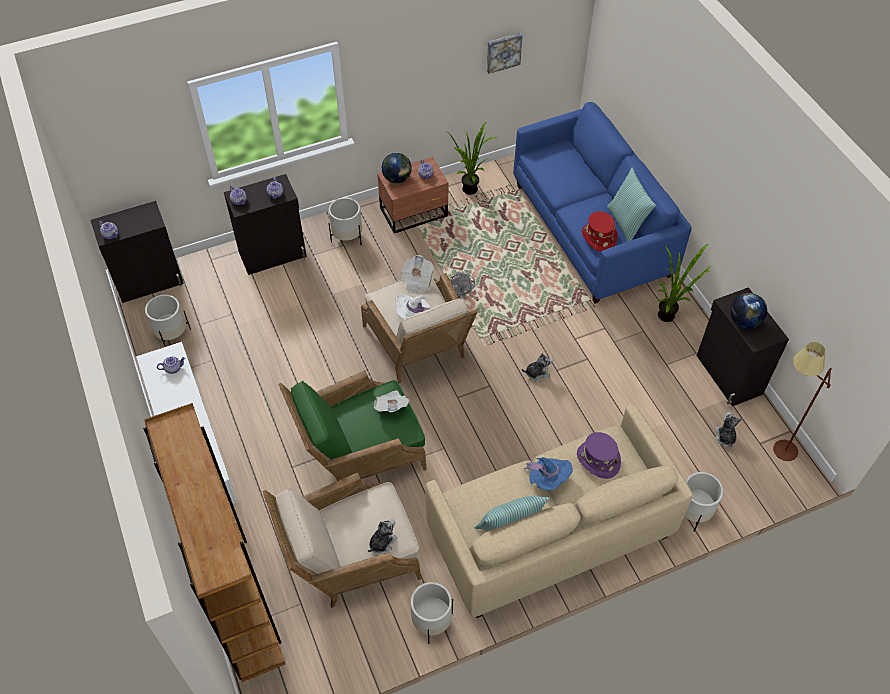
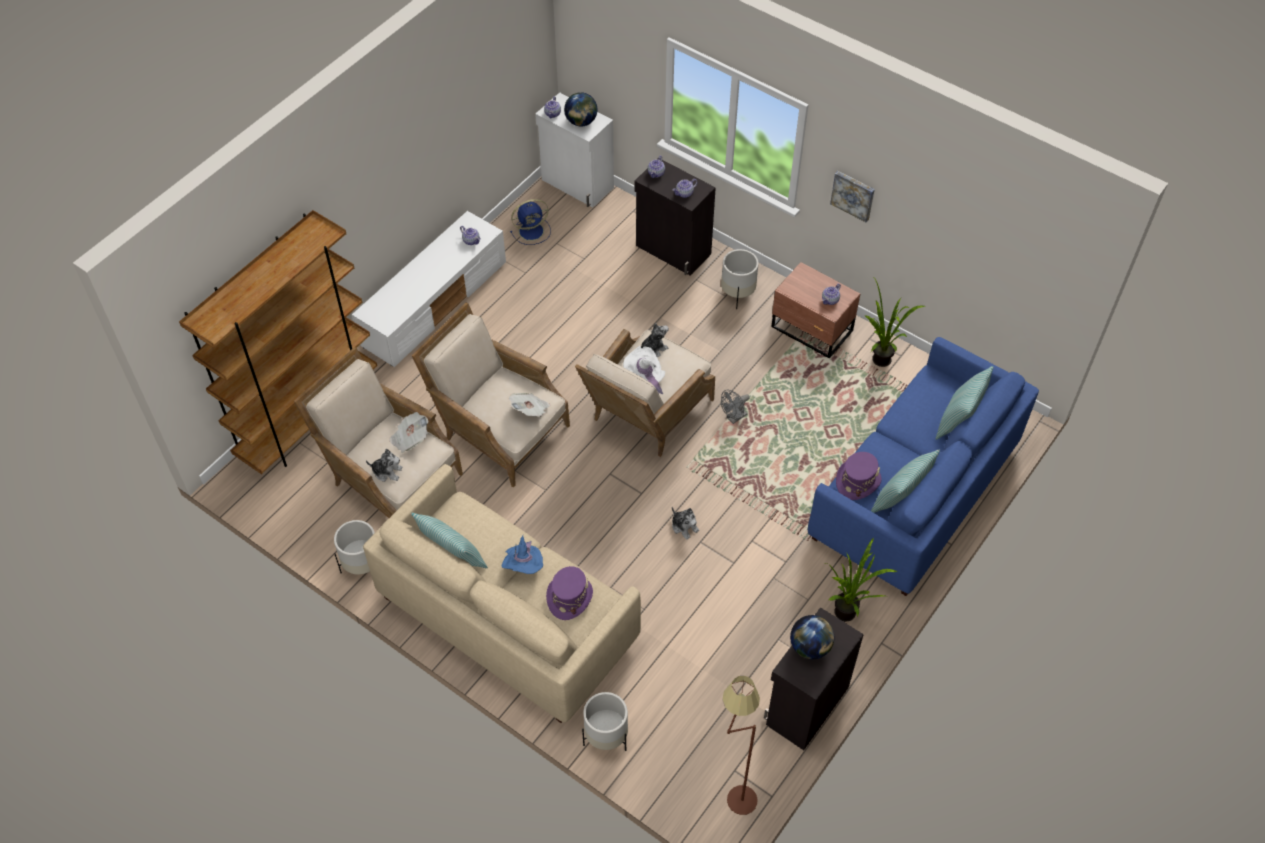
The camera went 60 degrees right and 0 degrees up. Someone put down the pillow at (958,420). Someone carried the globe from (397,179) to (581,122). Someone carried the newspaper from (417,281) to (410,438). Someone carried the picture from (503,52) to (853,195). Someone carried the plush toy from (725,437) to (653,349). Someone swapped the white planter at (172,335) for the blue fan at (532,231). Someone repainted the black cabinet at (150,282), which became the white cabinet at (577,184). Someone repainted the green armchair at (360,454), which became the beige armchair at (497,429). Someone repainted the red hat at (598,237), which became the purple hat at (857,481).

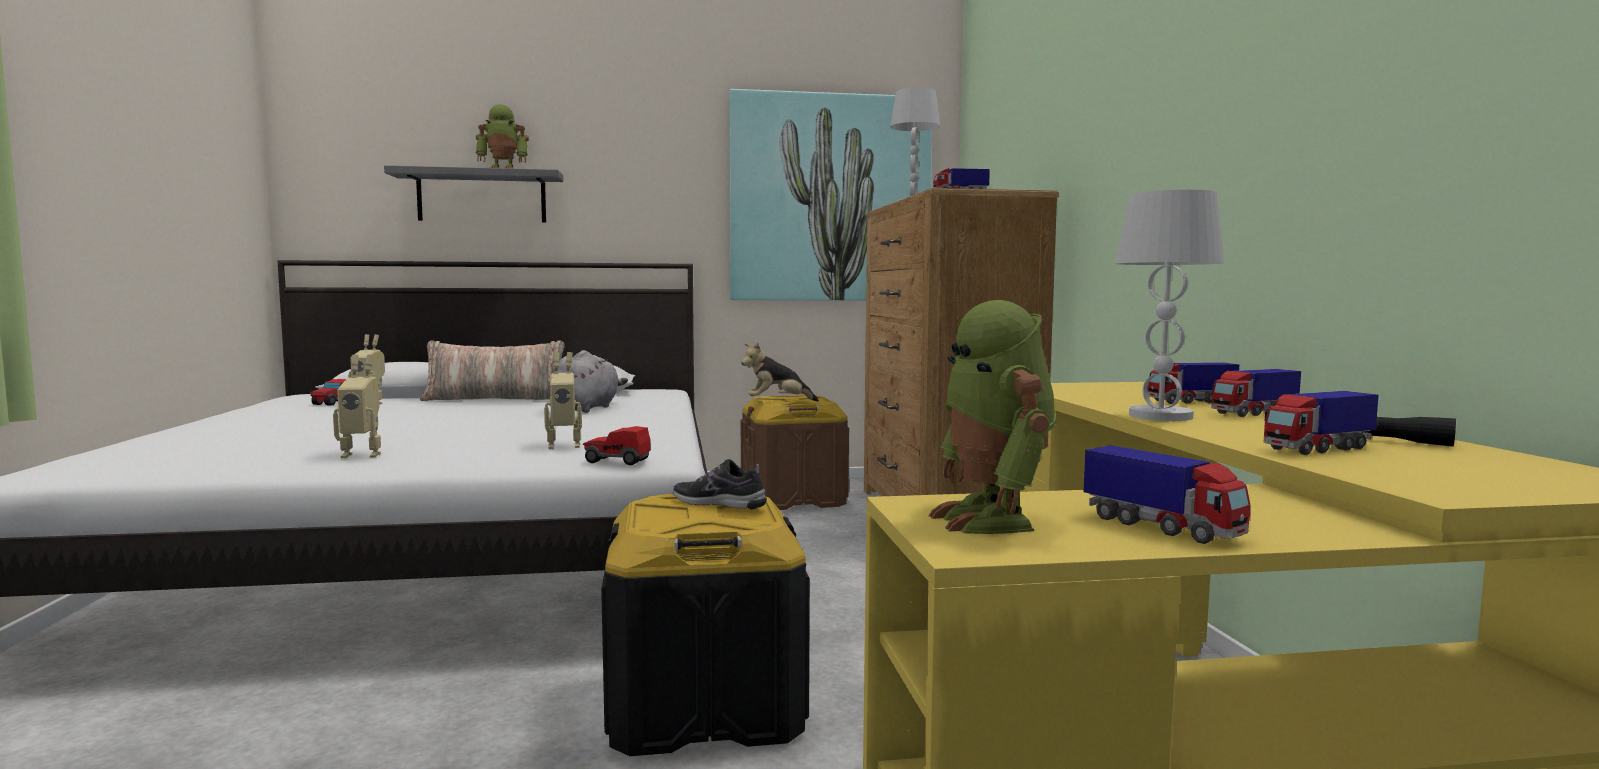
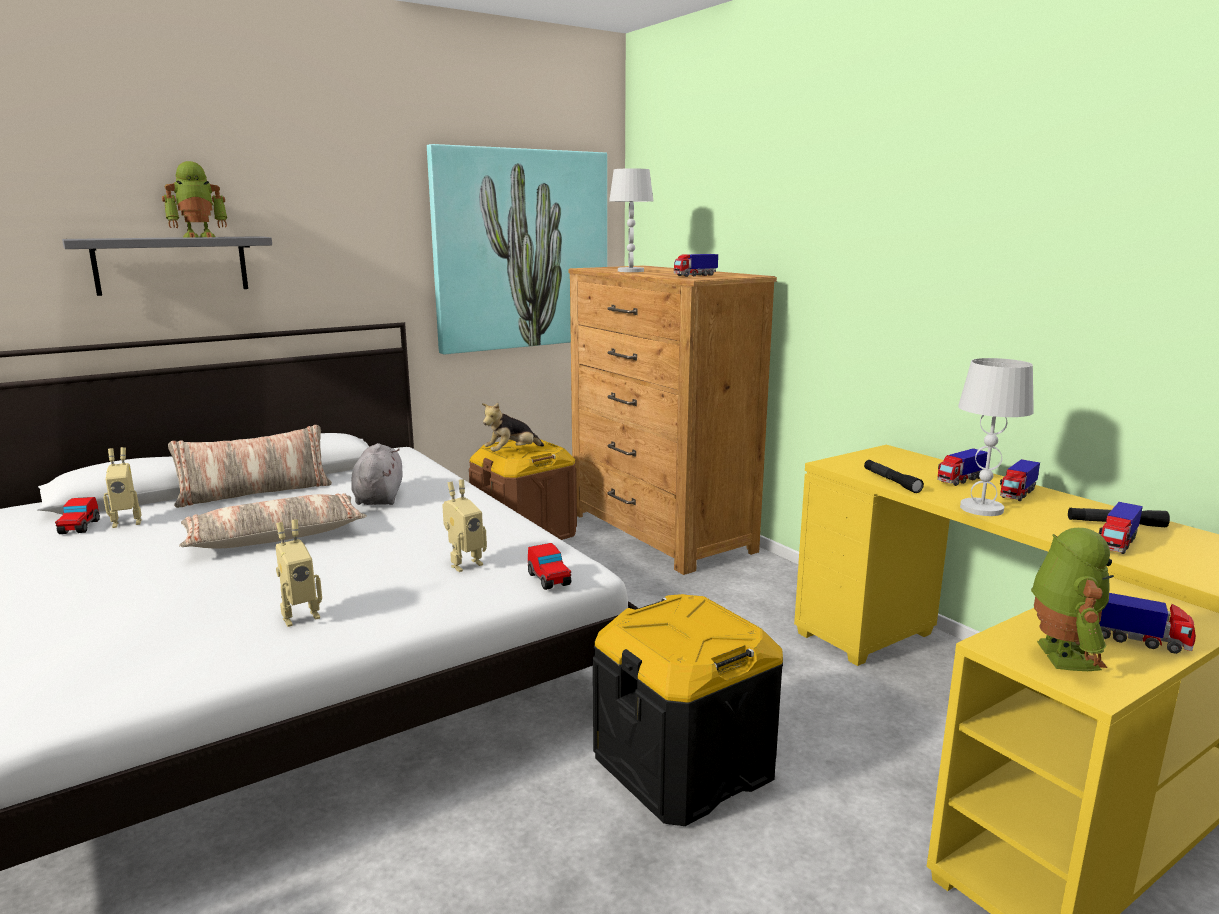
The camera went 25 degrees left and 10 degrees up. Someone took away the shoe at (719,504). Someone put down the pillow at (275,536). Someone put down the black flashlight at (891,481). Someone rotated the toy car at (617,461) by 105 degrees counterclockwise. Someone rotated the toy robot at (994,520) by 135 degrees counterclockwise.

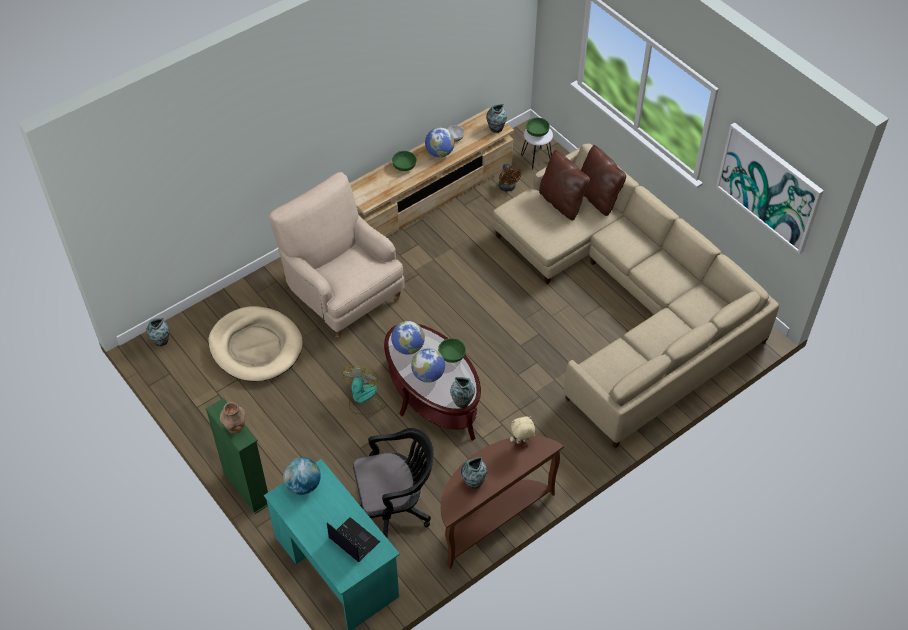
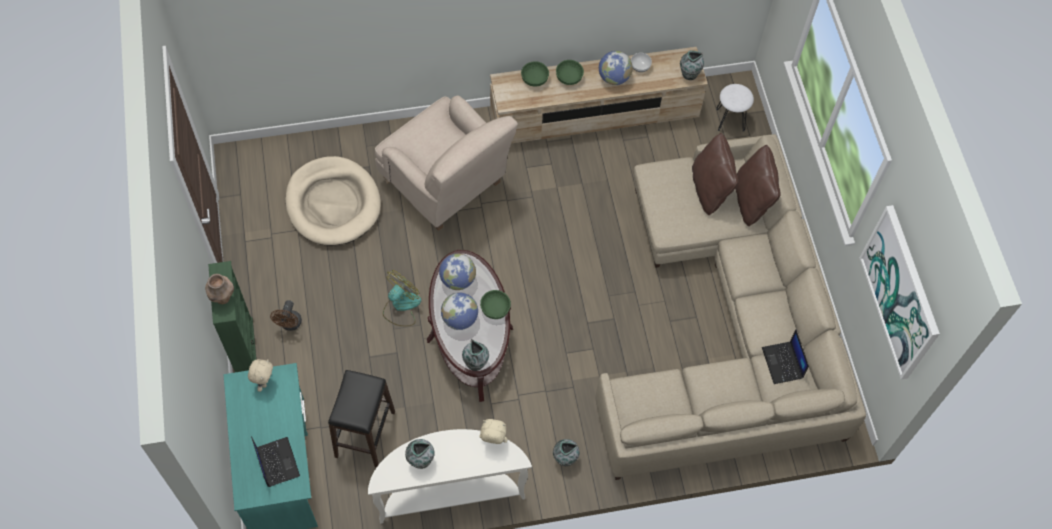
The camera went 25 degrees right and 10 degrees up. Someone put down the laptop at (783,363). Someone carried the vase from (160,341) to (564,459). Someone carried the brown fan from (508,187) to (290,325). Someone carried the green bowl from (537,132) to (535,78). Someone swapped the globe at (303,485) for the beige plush toy at (264,382). Someone swapped the black office chair at (394,508) for the black stool at (365,434). Someone repainted the brown console table at (491,518), which became the white console table at (450,492). Someone rotated the beige armchair at (343,294) by 150 degrees clockwise.

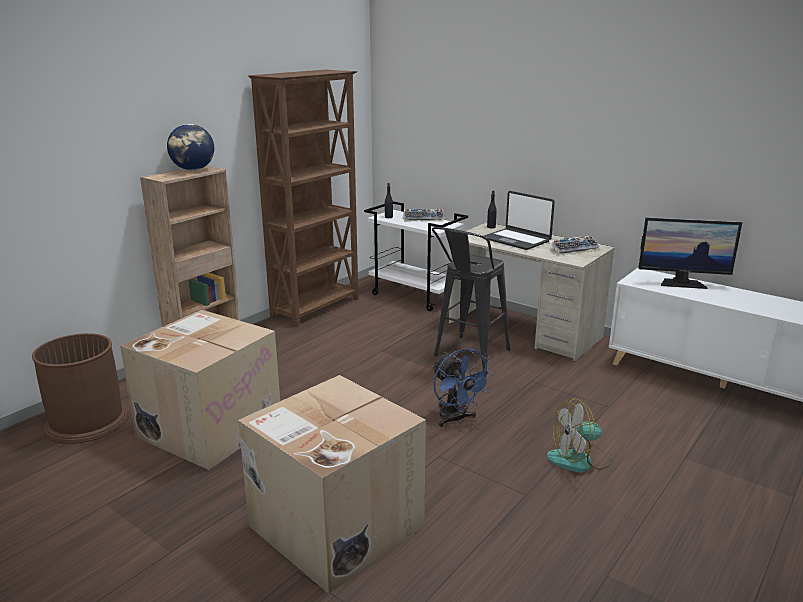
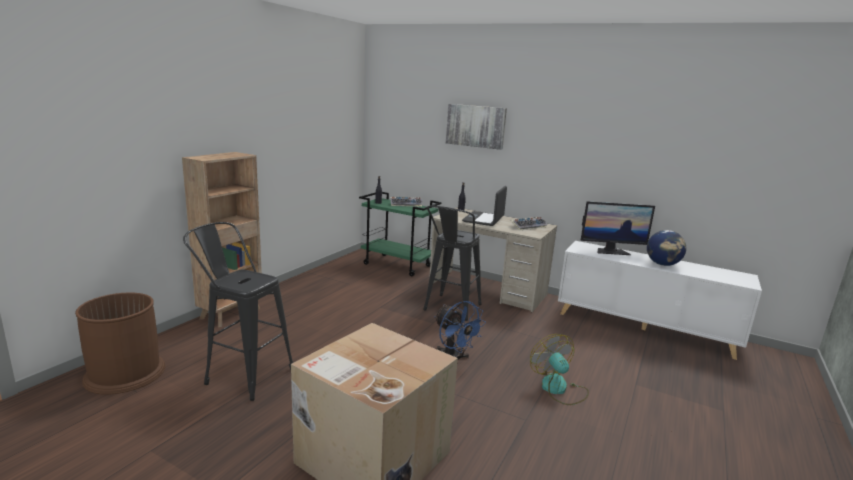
The camera went 10 degrees left and 5 degrees down. Someone took away the brown bookcase at (317,308). Someone put up the picture at (475,126). Someone carried the globe from (193,170) to (662,264). Someone swapped the cardboard box at (210,427) for the black stool at (243,374). Someone repainted the white cart at (415,296), which became the green cart at (398,265). Someone rotated the laptop at (517,240) by 75 degrees clockwise. Someone rotated the fan at (579,460) by 90 degrees clockwise.

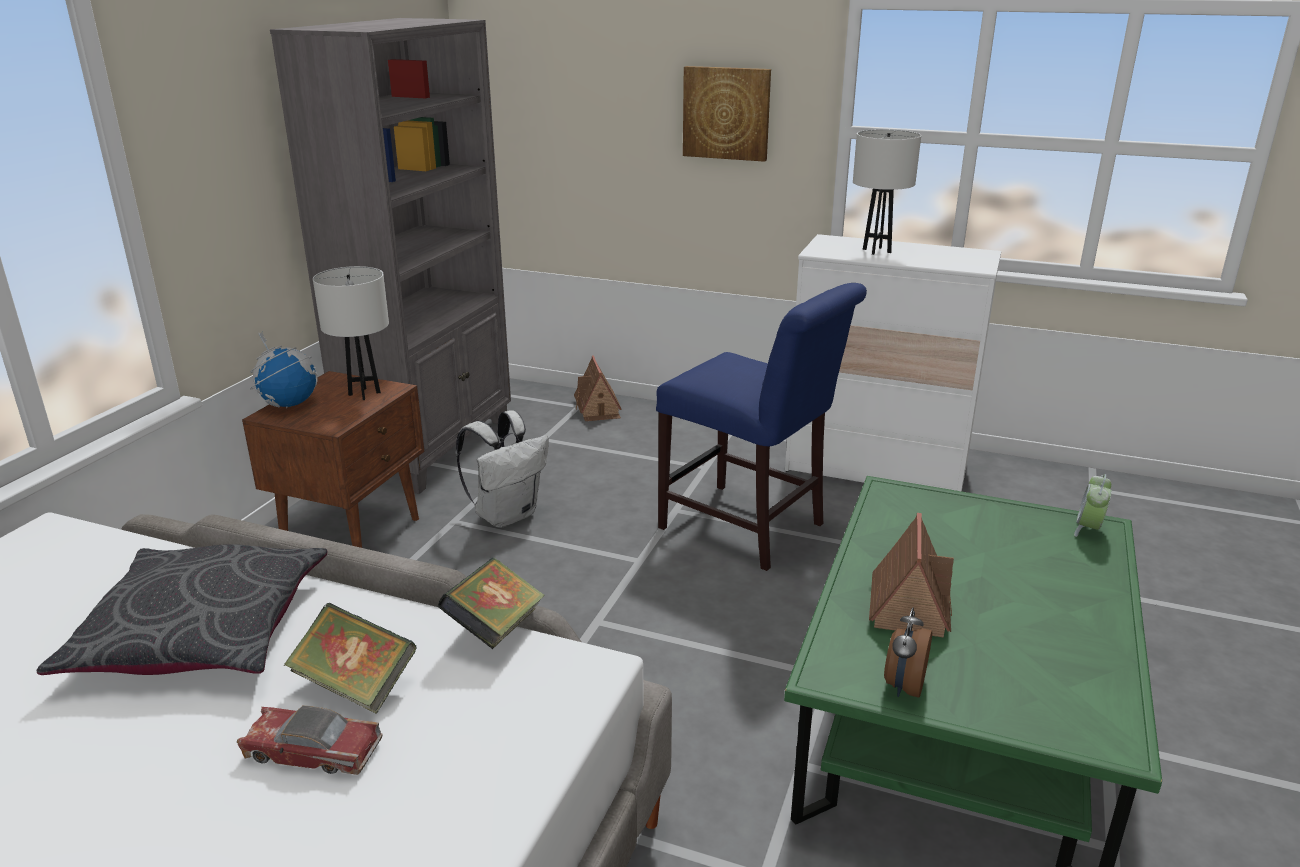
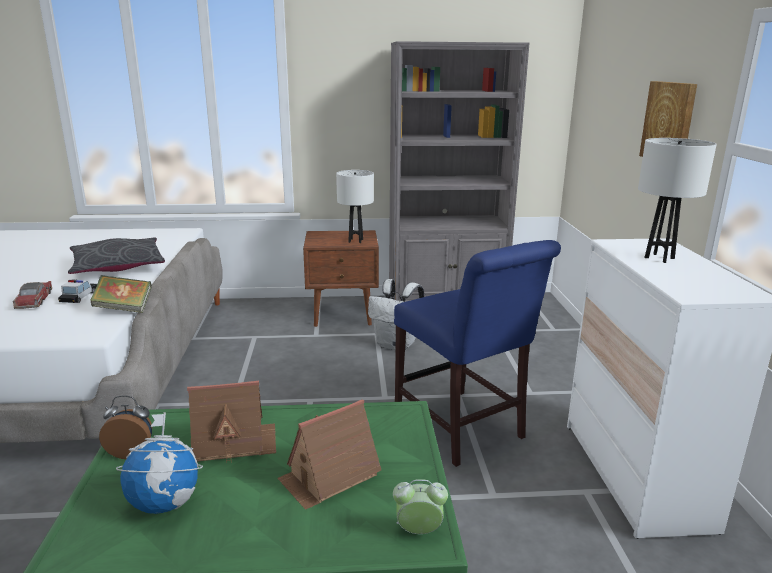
The camera went 65 degrees right and 5 degrees down. Someone carried the globe from (289,404) to (165,503). Someone carried the toy house from (598,408) to (329,476). Someone swapped the book at (355,685) for the toy car at (80,296). Someone rotated the blue chair at (749,529) by 45 degrees counterclockwise.

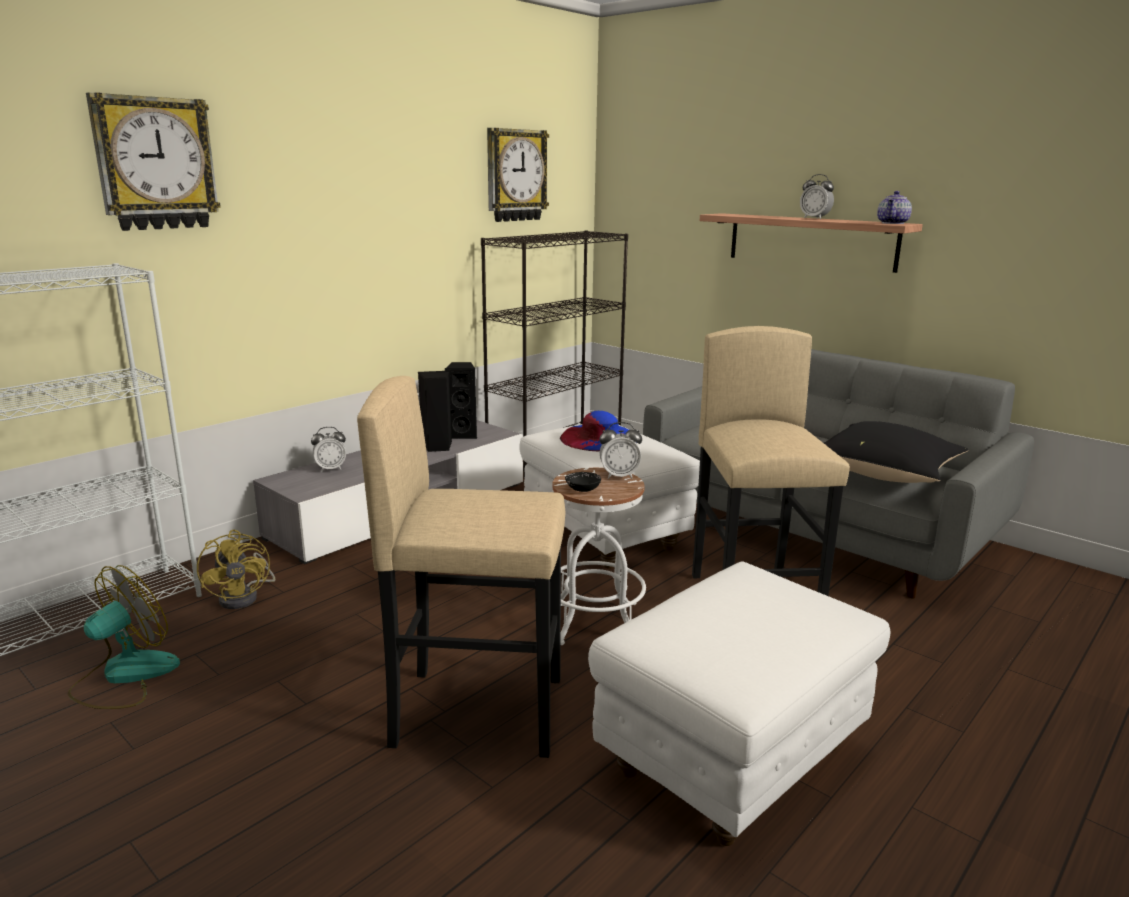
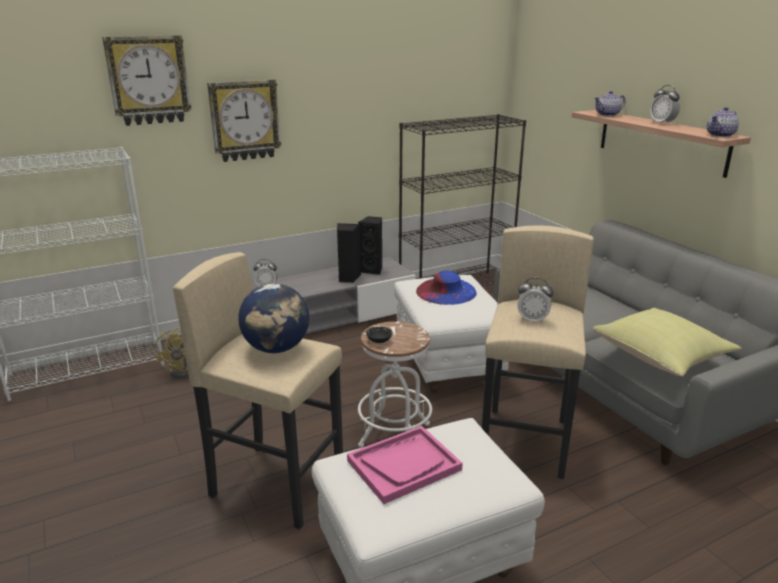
The camera went 20 degrees right and 5 degrees up. Someone took away the fan at (124,676). Someone put down the globe at (277,348). Someone put down the pink tray at (404,465). Someone put down the teapot at (608,115). Someone carried the wall clock from (515,175) to (244,120). Someone carried the alarm clock from (619,476) to (532,320). Someone repainted the black pillow at (886,474), which became the yellow pillow at (662,358).

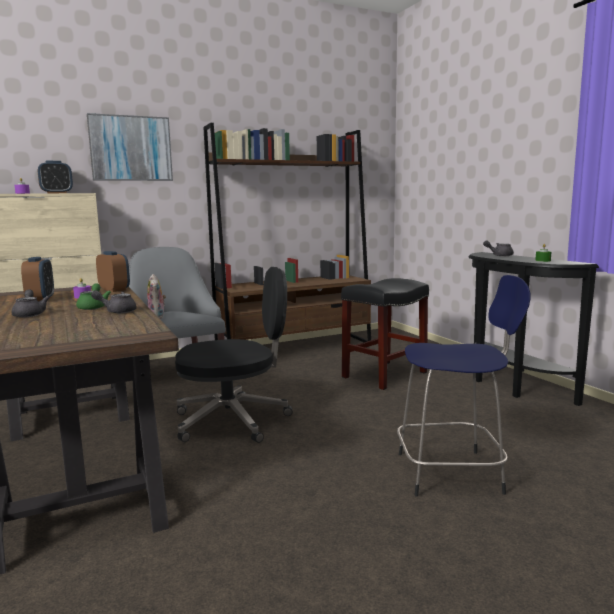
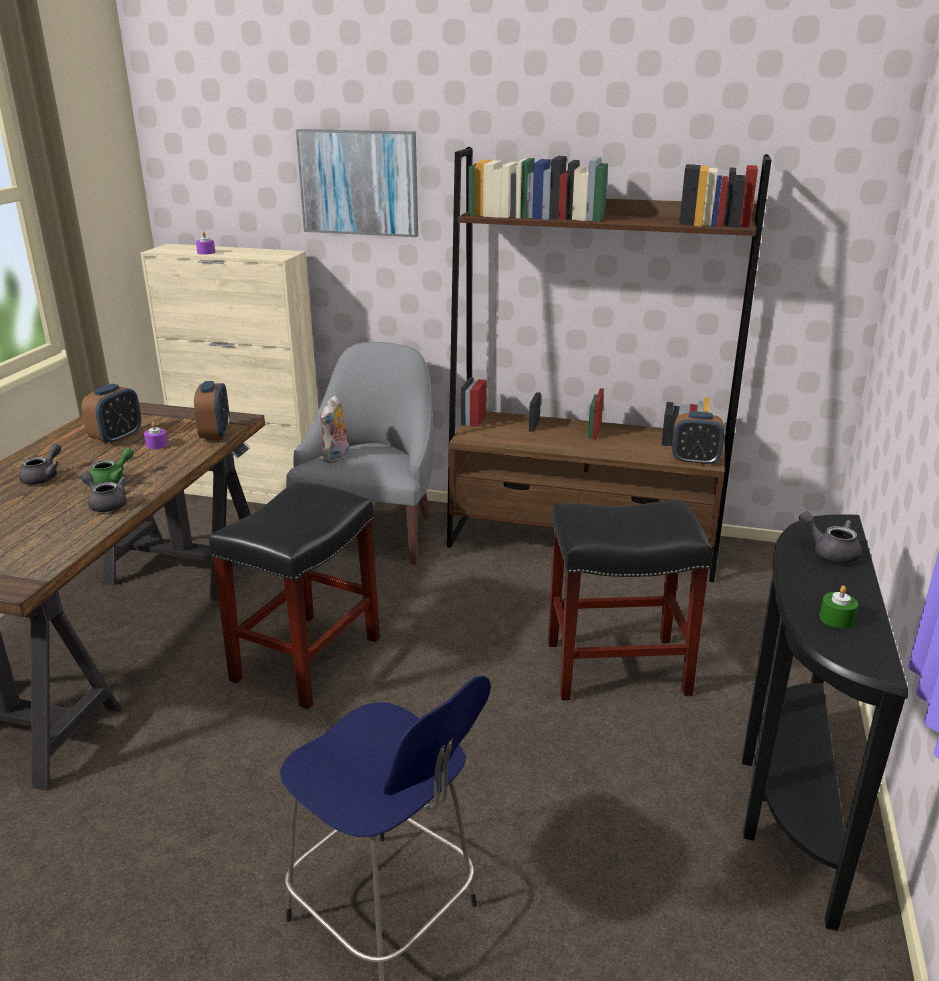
The camera went 40 degrees right and 15 degrees up. Someone carried the alarm clock from (56,193) to (695,461). Someone swapped the black office chair at (234,420) for the black stool at (307,660).

